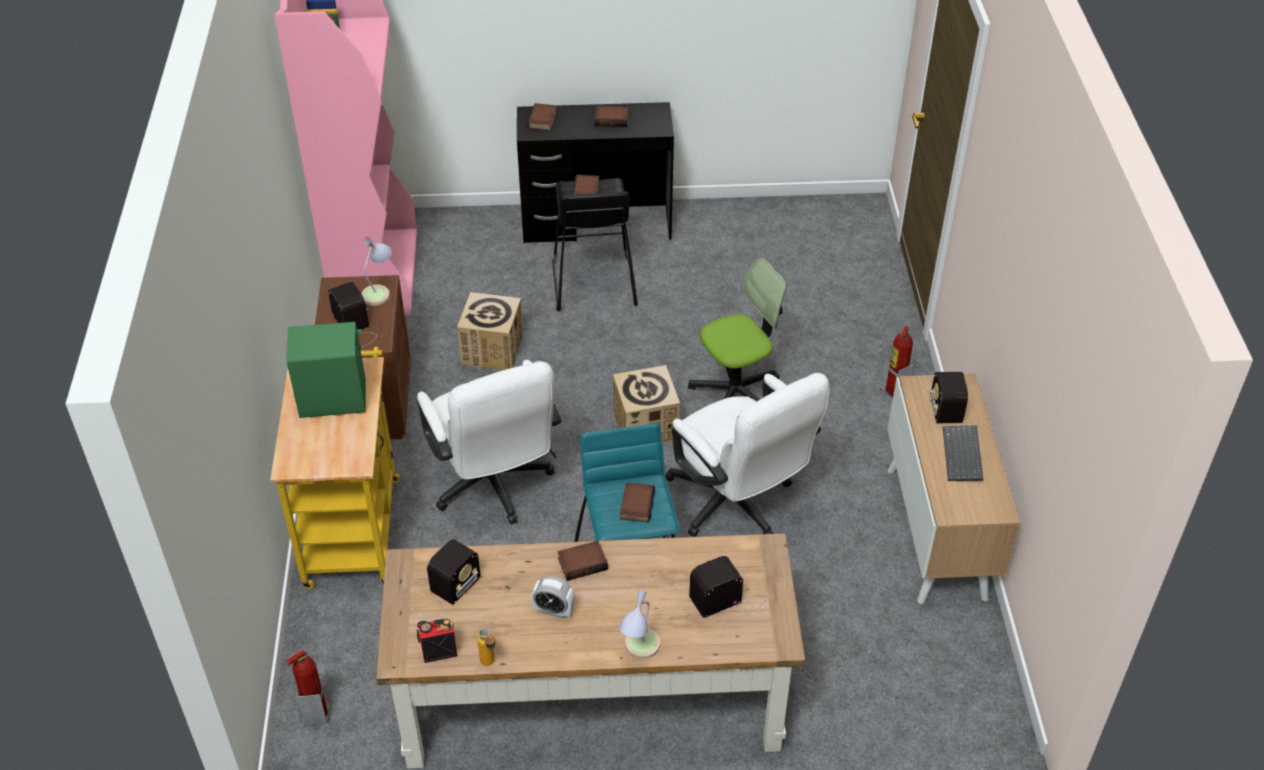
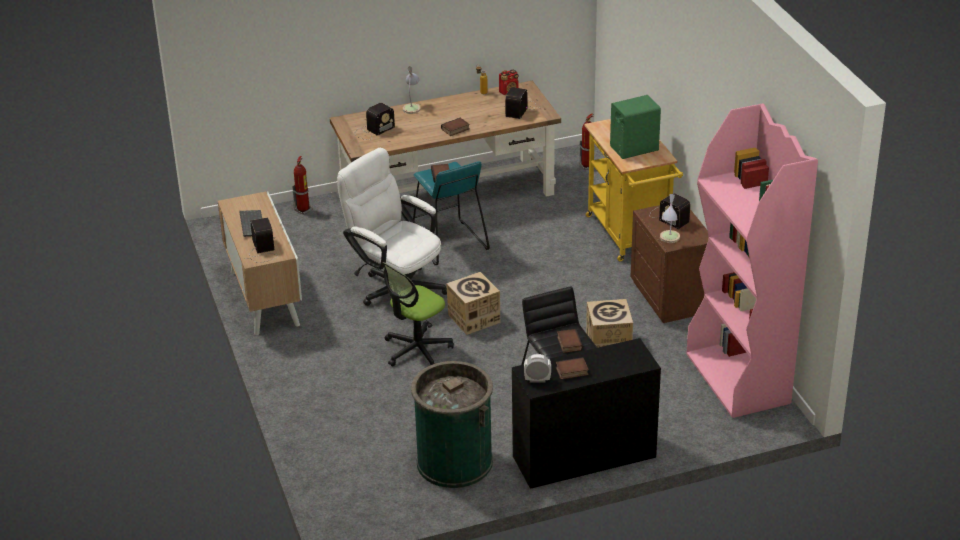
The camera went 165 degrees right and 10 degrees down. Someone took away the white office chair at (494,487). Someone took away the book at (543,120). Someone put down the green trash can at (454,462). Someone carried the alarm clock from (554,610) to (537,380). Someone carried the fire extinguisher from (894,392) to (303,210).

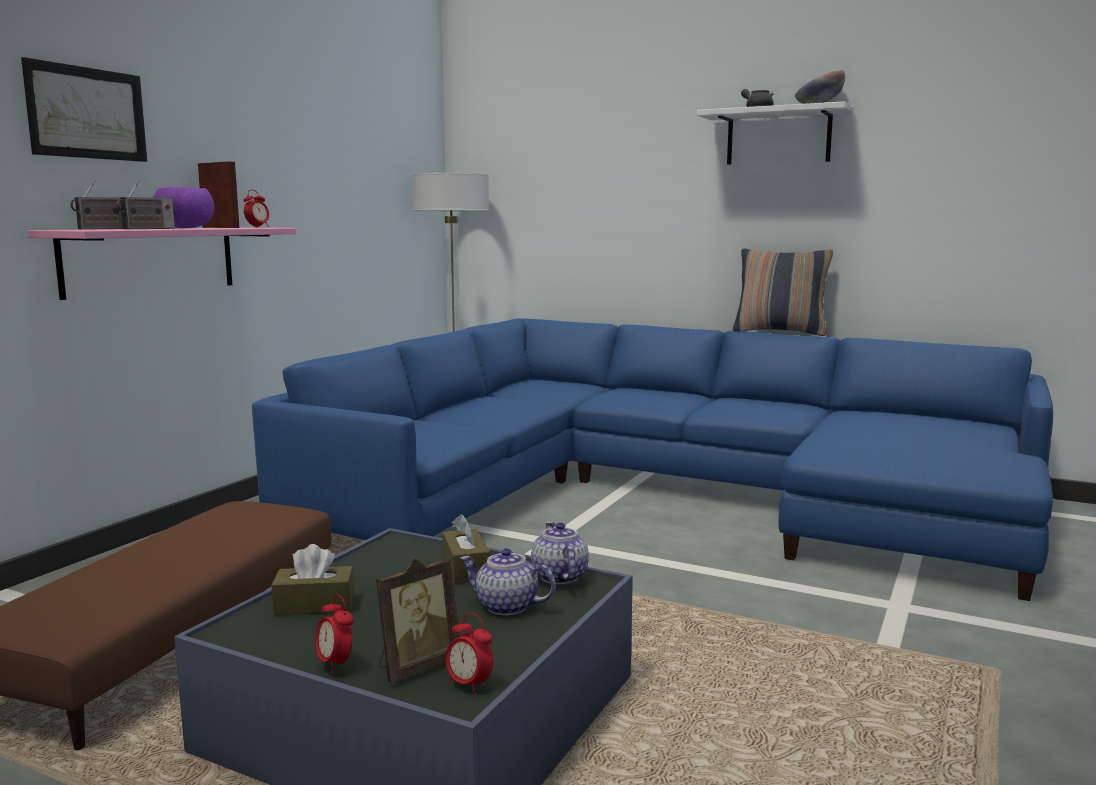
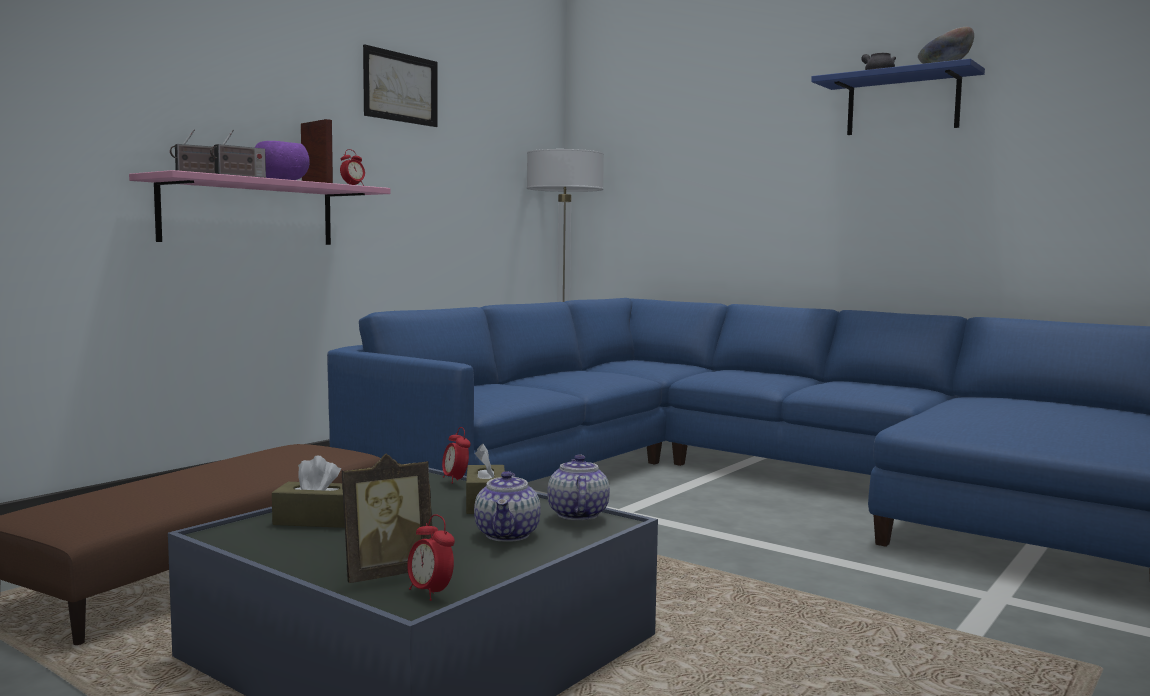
The camera went 10 degrees right and 5 degrees down. Someone took away the pillow at (780,332). Someone carried the picture from (87,113) to (401,87). Someone carried the alarm clock from (335,664) to (455,480). Someone repainted the white shelf at (778,137), which became the blue shelf at (902,104). Someone rotated the teapot at (505,606) by 120 degrees counterclockwise.

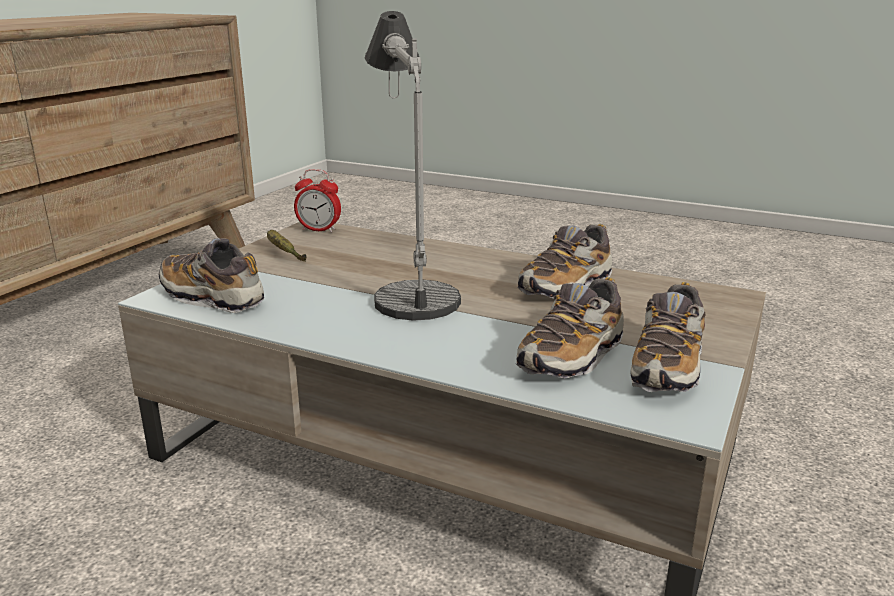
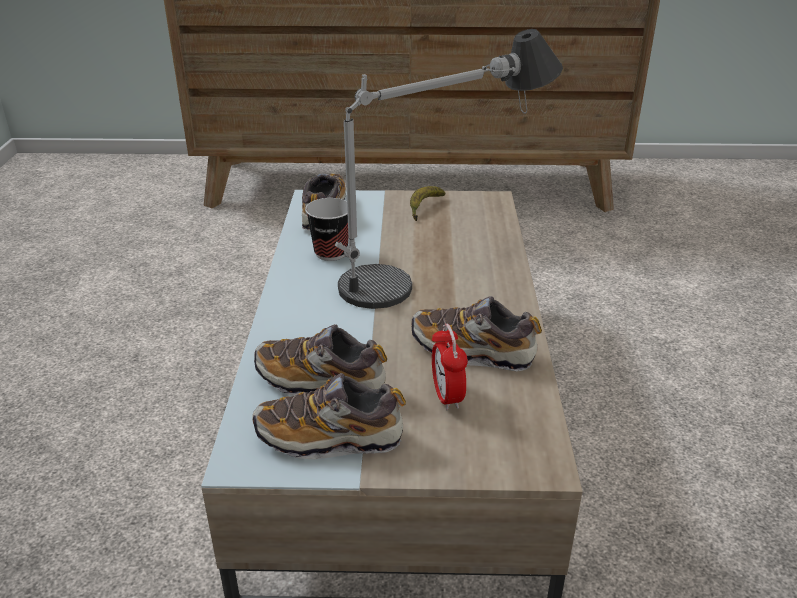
The camera went 65 degrees right and 10 degrees up. Someone put down the cup at (331,253). Someone carried the alarm clock from (319,230) to (447,397).

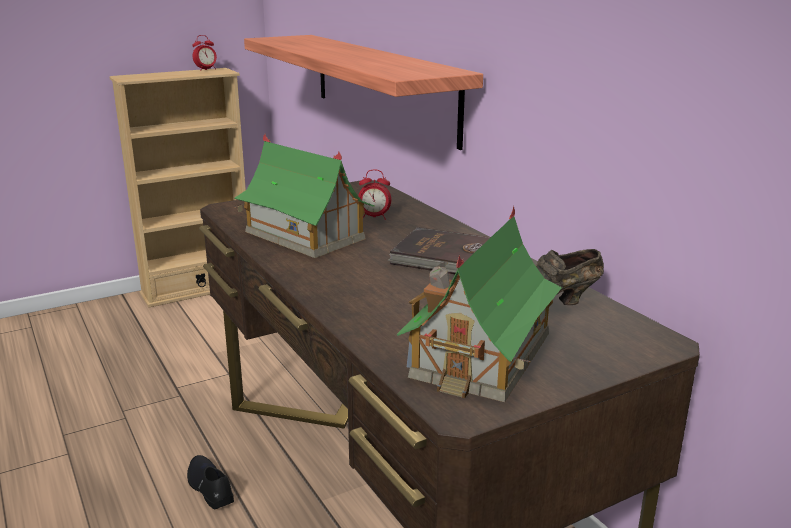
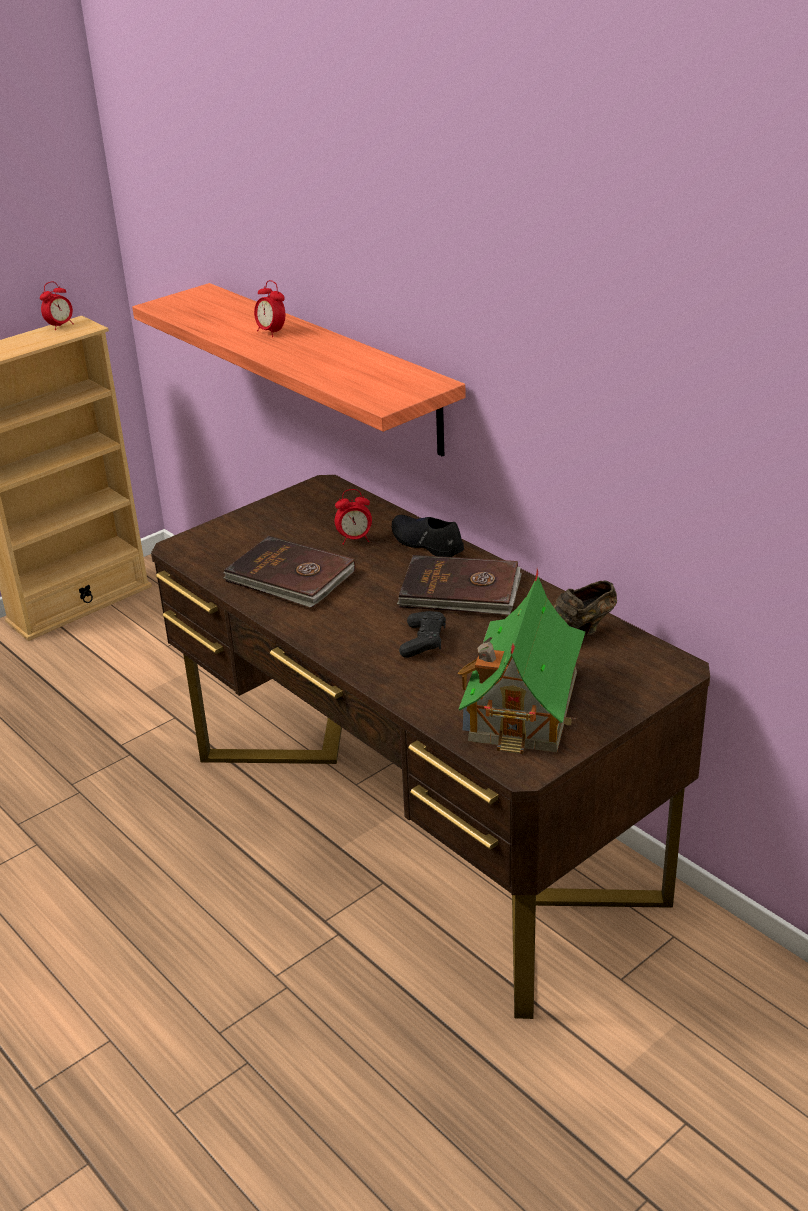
The camera went 10 degrees left and 10 degrees up. Someone put down the alarm clock at (271,332). Someone put down the black game controller at (423,642). Someone carried the black shoe from (209,487) to (426,543). Someone swapped the toy house at (304,235) for the brown book at (290,577).

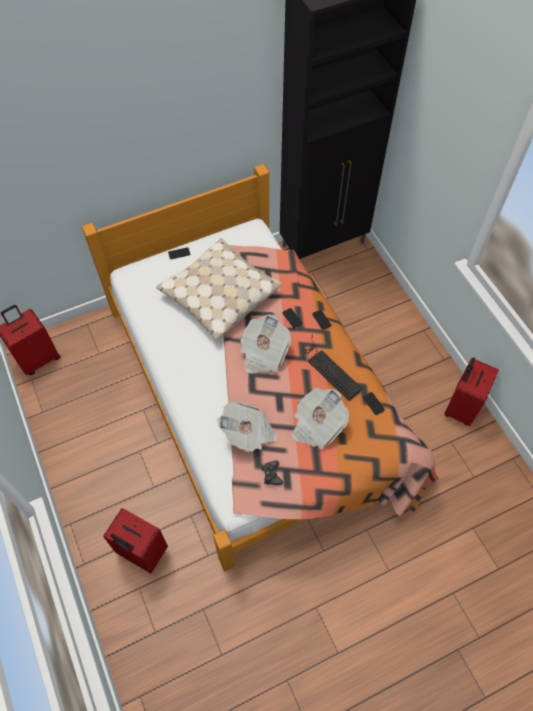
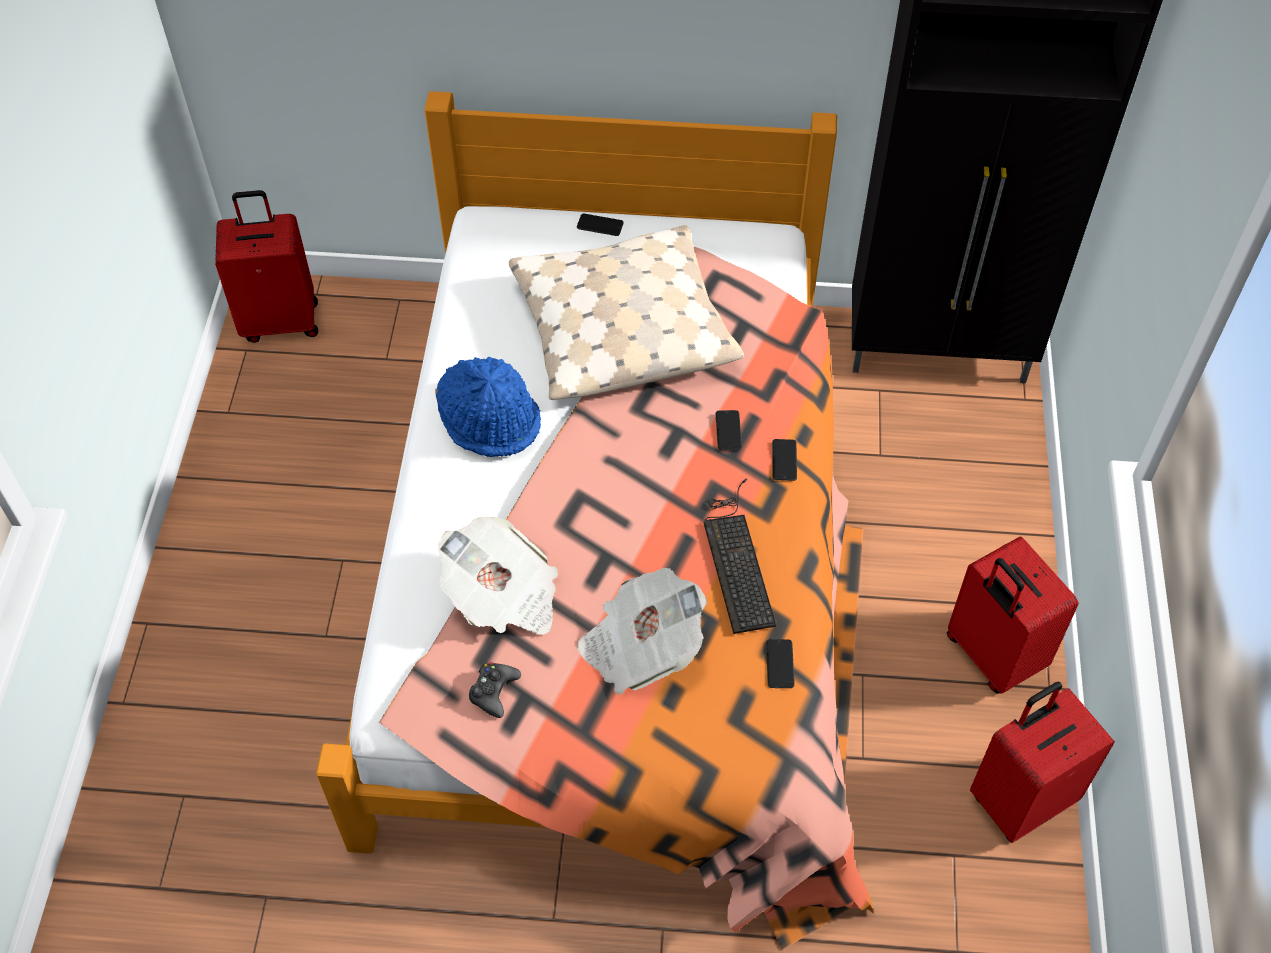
The camera went 30 degrees right and 5 degrees down. Someone took away the newspaper at (263,353). Someone put down the blue hat at (490,419). Someone carried the red suitcase from (141,552) to (991,655).

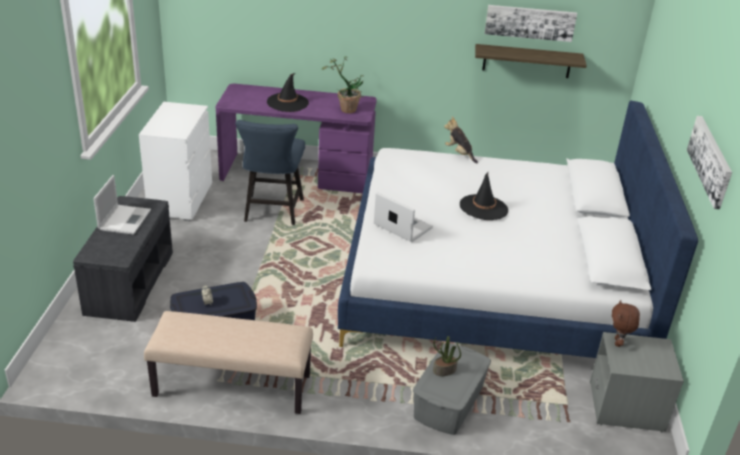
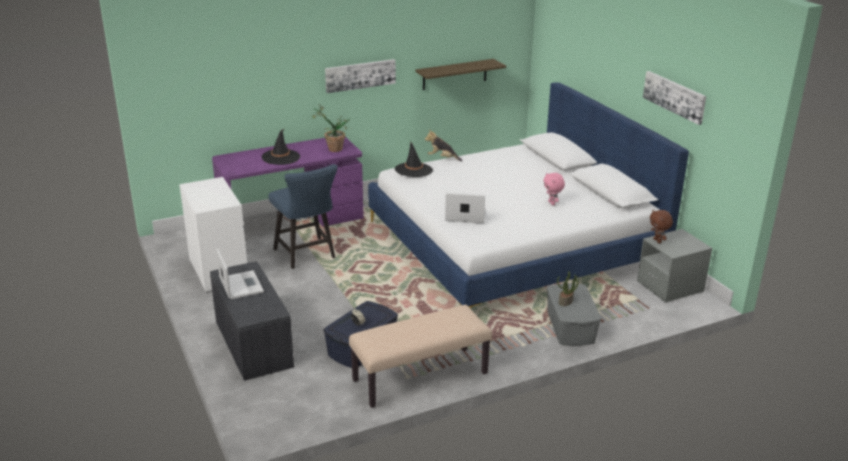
The camera went 30 degrees left and 5 degrees down. Someone put down the pink plush toy at (552,203). Someone carried the black hat from (483,207) to (413,170). Someone carried the picture from (530,22) to (360,75).

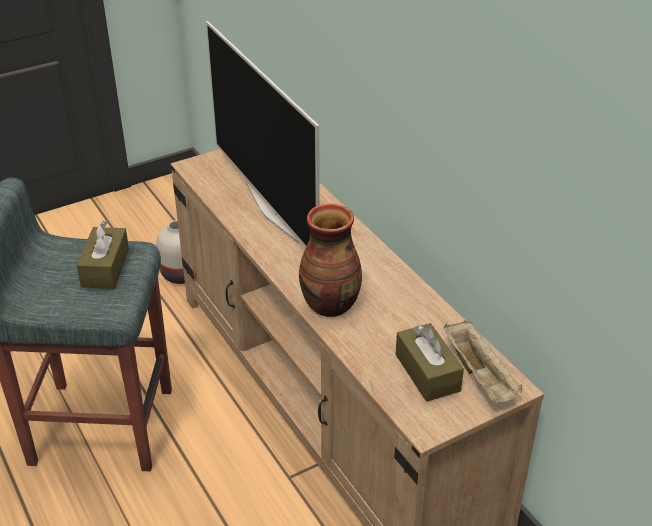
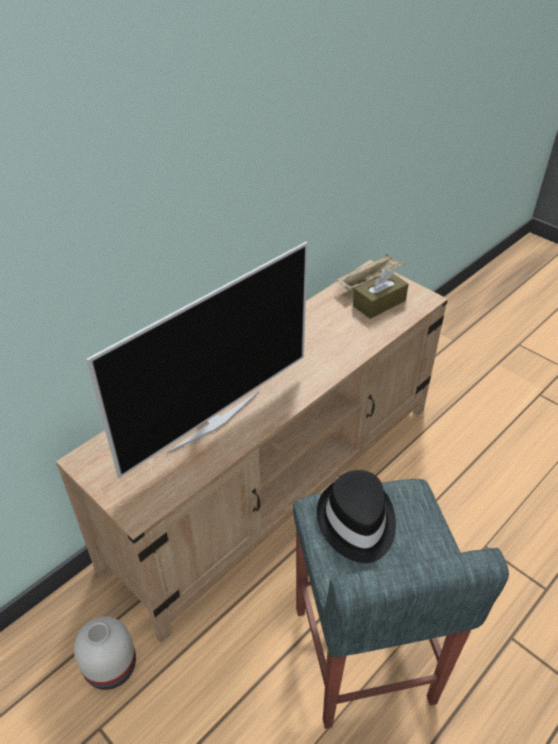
The camera went 105 degrees left and 5 degrees up. Someone took away the vase at (331,305). Someone swapped the brown tissue box at (105,268) for the black hat at (356,522).

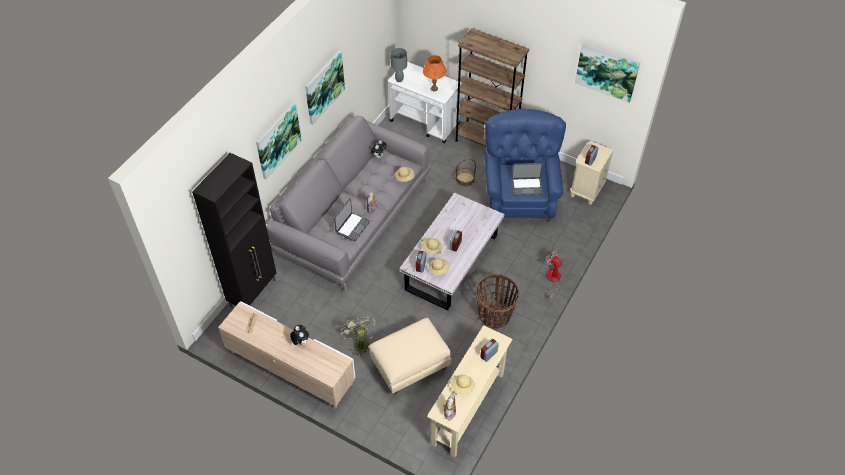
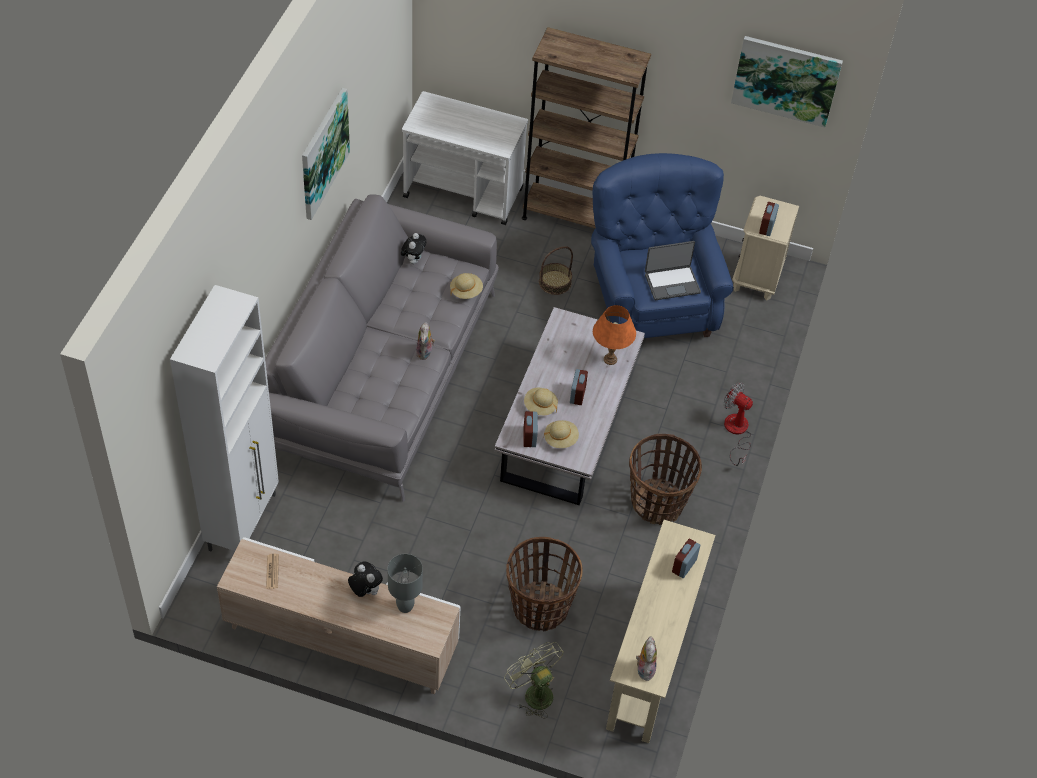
The camera went 15 degrees left and 0 degrees up. Someone took away the picture at (277,140). Someone took away the laptop at (352,227). Someone took away the beige hat at (462,387). Someone carried the green fan from (359,343) to (533,692). Someone carried the grey table lamp from (399,79) to (405,606). Someone carried the orange table lamp from (434,88) to (610,359). Someone swapped the beige ottoman at (409,367) for the basket at (539,607). Someone repainted the black cabinet at (254,293), which became the white cabinet at (244,521).

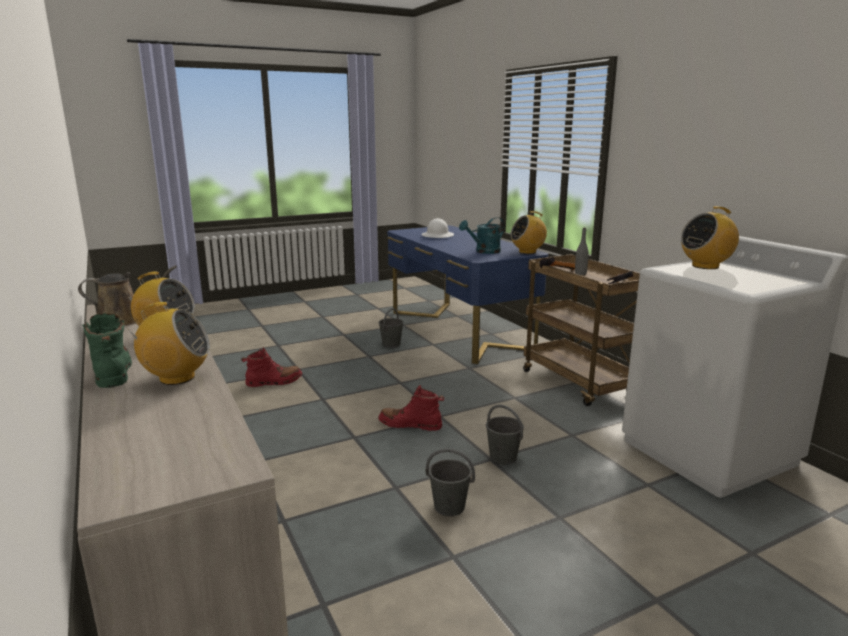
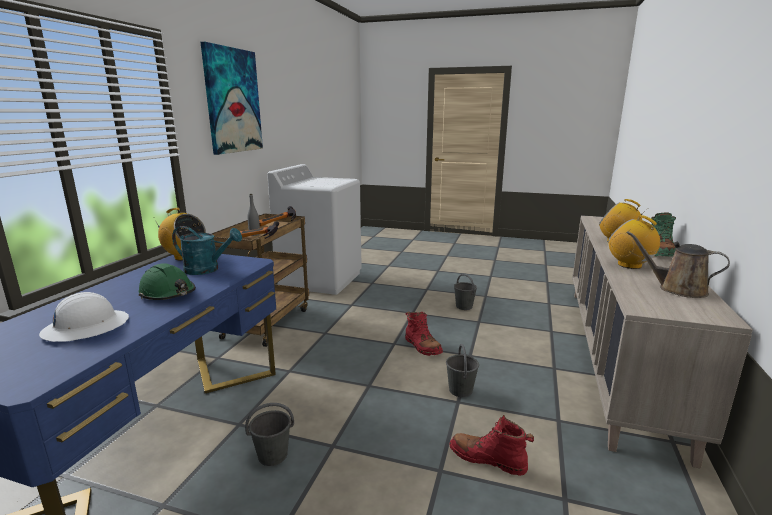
The camera went 135 degrees left and 0 degrees up. Someone took away the radio at (705,266). Someone put down the green hard hat at (168,294). Someone put up the picture at (233,101). Someone carried the grey bucket from (502,457) to (460,390).

